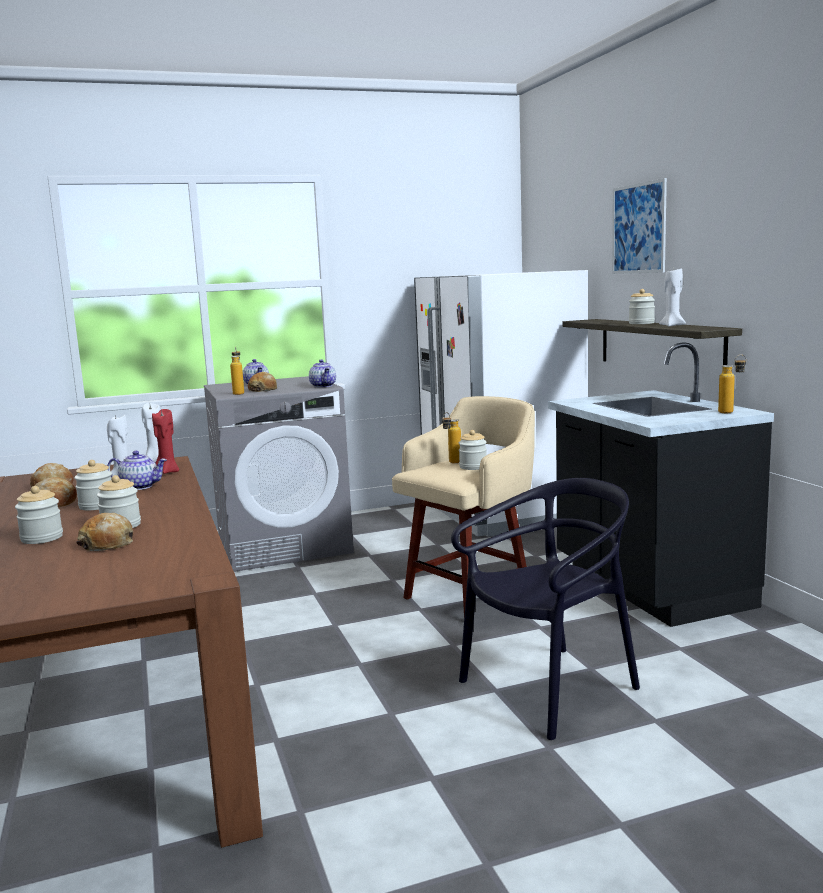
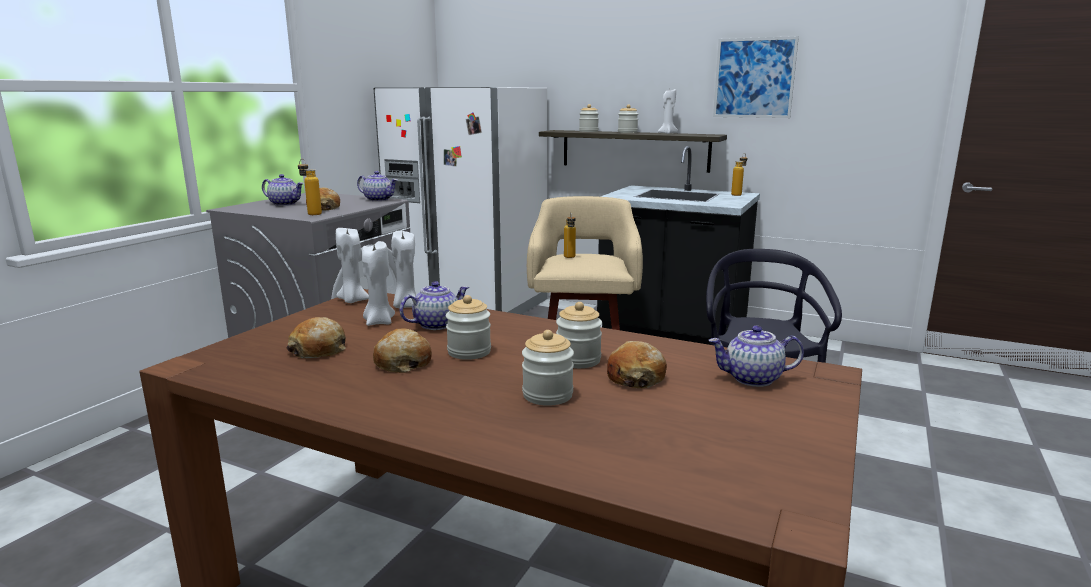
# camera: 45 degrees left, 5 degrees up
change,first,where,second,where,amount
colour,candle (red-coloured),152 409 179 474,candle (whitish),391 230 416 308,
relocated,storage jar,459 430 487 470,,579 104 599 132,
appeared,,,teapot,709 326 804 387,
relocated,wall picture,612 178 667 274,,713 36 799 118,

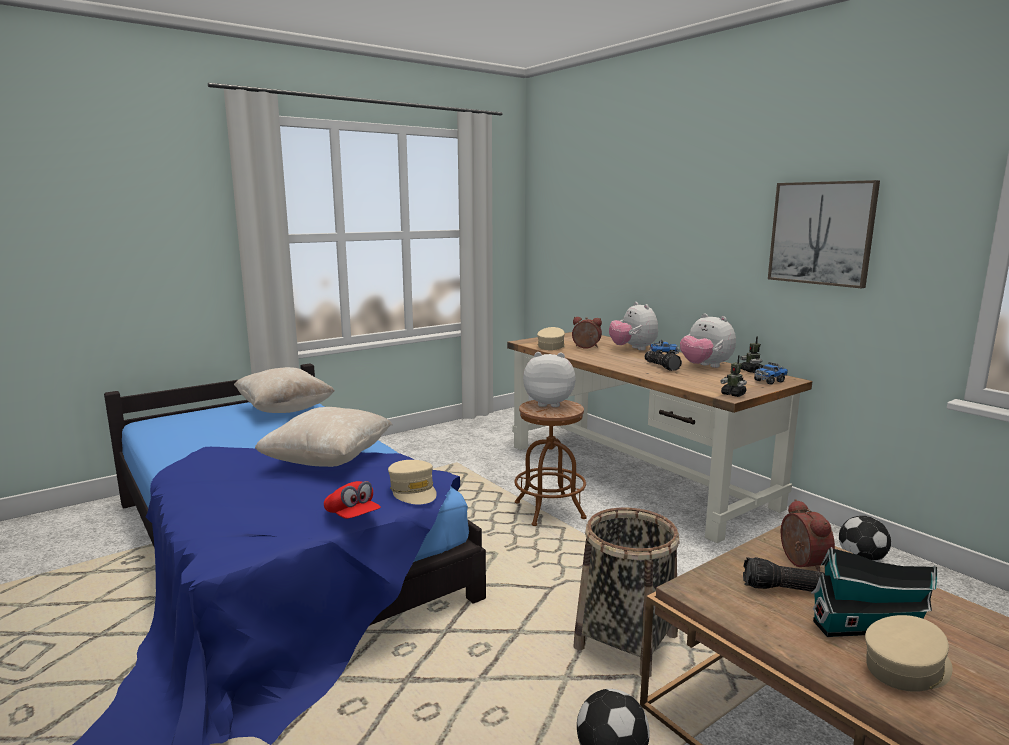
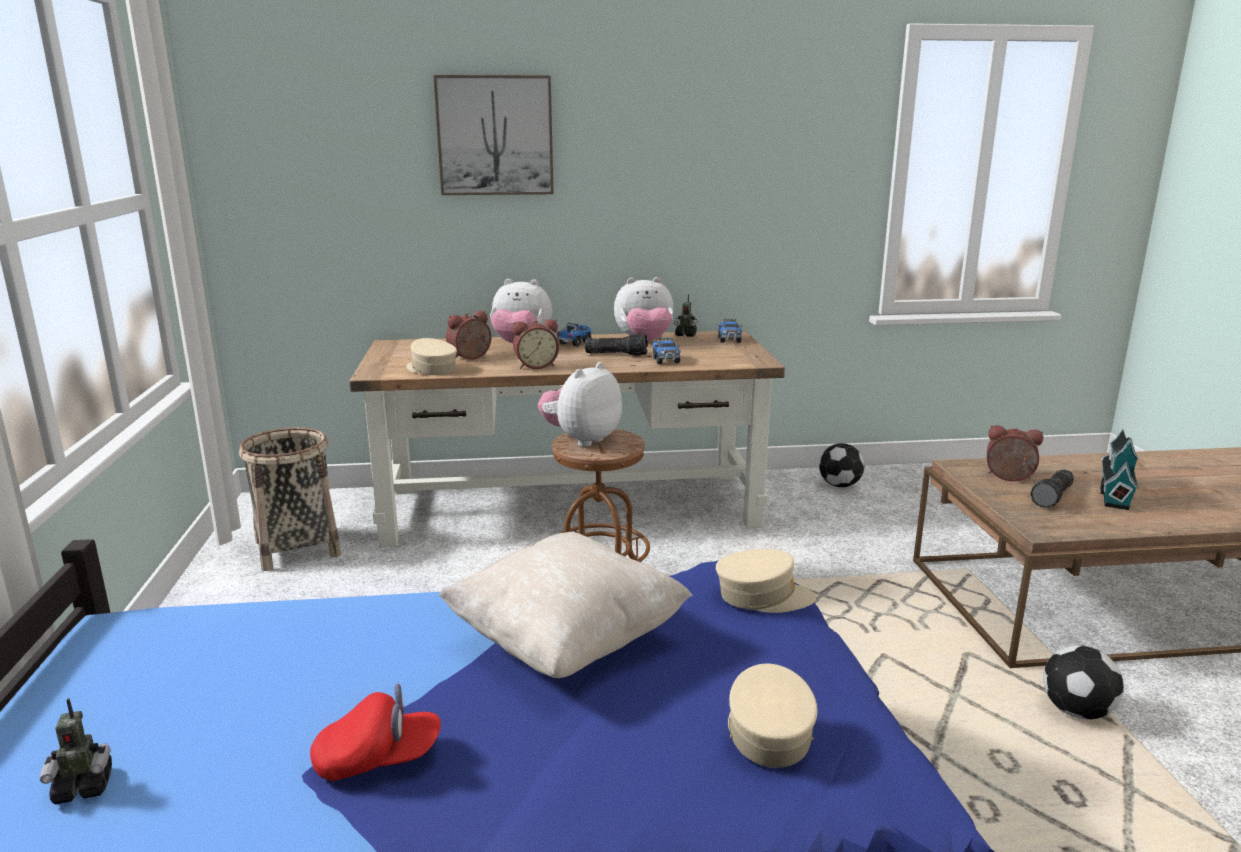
# camera: 60 degrees left, 5 degrees up
change,first,where,second,where,amount
relocated,model robot,720 355 747 397,,40 698 112 804,
relocated,storage basket,573 507 679 677,,239 427 341 571,
relocated,peaked cap (red-coloured),324 481 381 519,,310 684 441 781,
relocated,wall picture,768 180 880 288,,433 75 554 195,
appeared,,,alarm clock,513 319 559 369,
appeared,,,model truck,653 337 681 364,
relocated,peaked cap (beige-coloured),865 615 953 692,,728 664 817 768,
missing,cushion (beige-coloured),234 367 335 413,,,

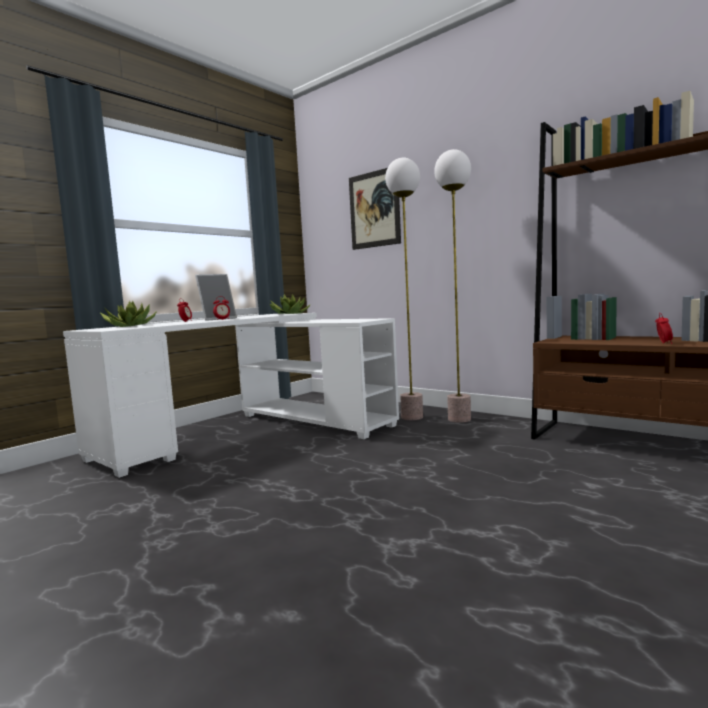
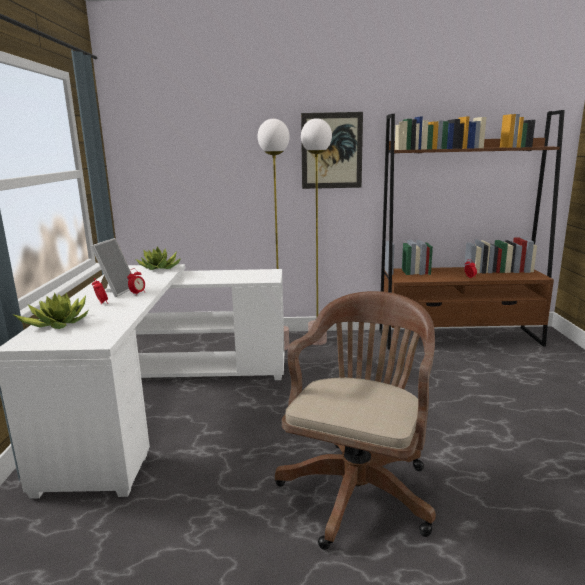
# camera: 40 degrees left, 10 degrees up
change,first,where,second,where,amount
appeared,,,desk chair (brown-coloured),275 291 436 550,
relocated,wall picture,349 168 401 250,,301 112 363 189,

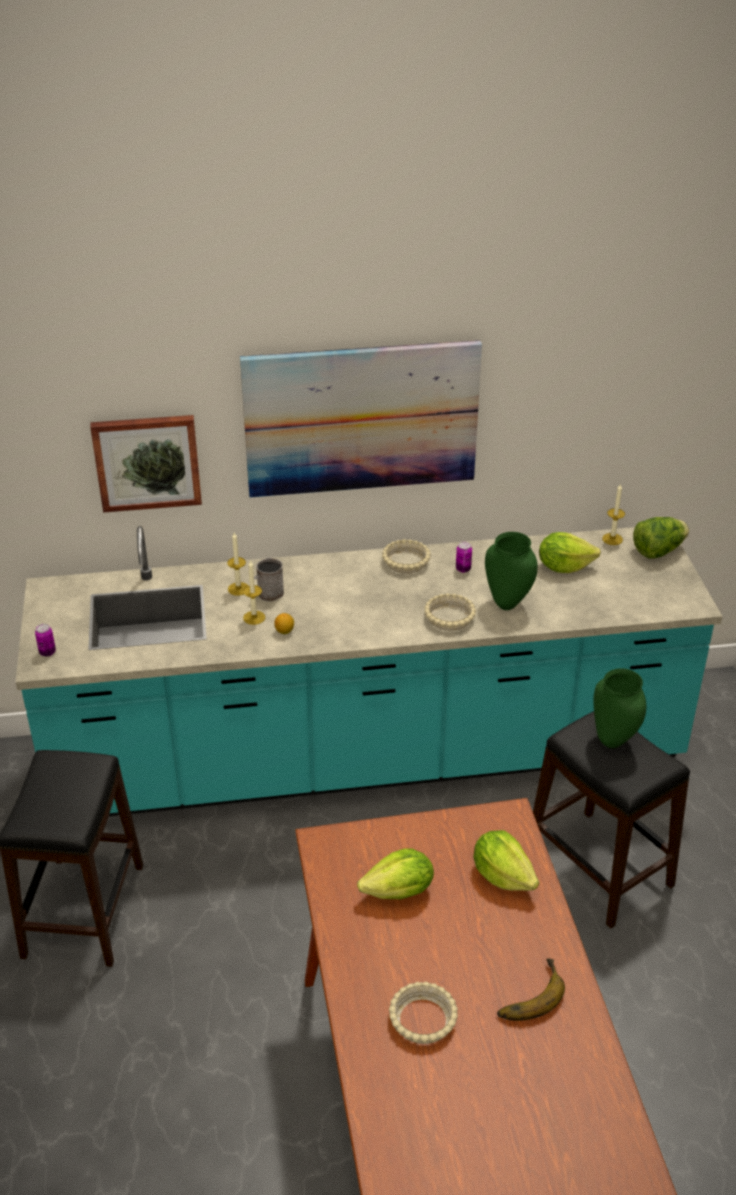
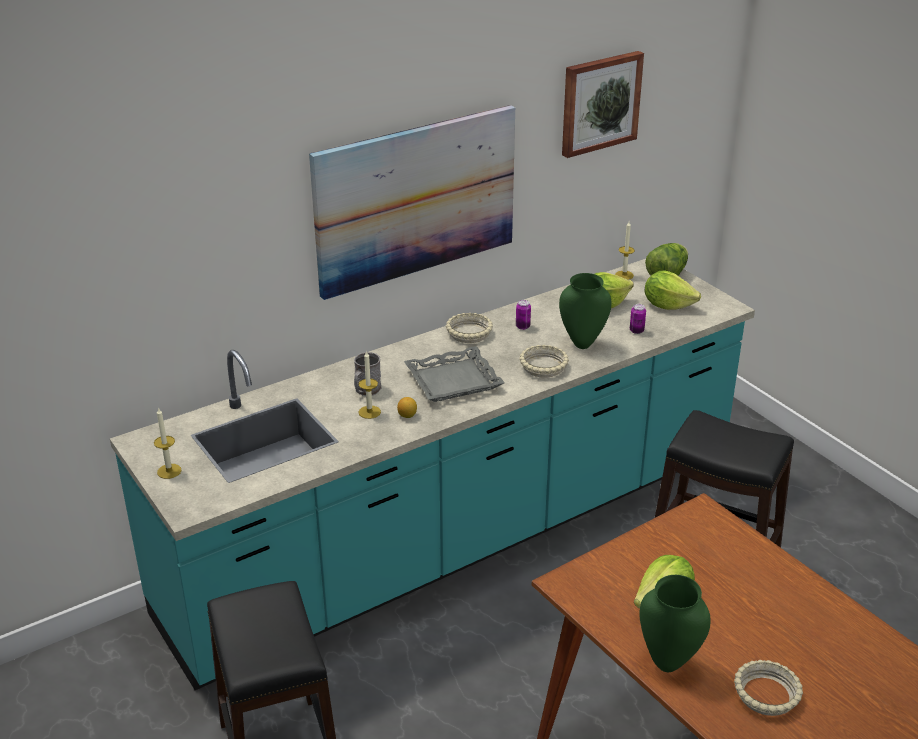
# camera: 25 degrees left, 5 degrees down
change,first,where,second,where,amount
relocated,candle,227 533 248 596,,154 407 182 479,
appeared,,,serving tray (grey),404 346 505 402,
relocated,wall picture,90 415 202 513,,562 51 644 158,
relocated,metal can,35 624 56 657,,630 304 646 334,
relocated,flower vase (green-coloured),593 668 646 748,,639 575 711 672,
relocated,lettuce,473 830 539 891,,645 271 701 310,
missing,banana,497 958 565 1021,,,

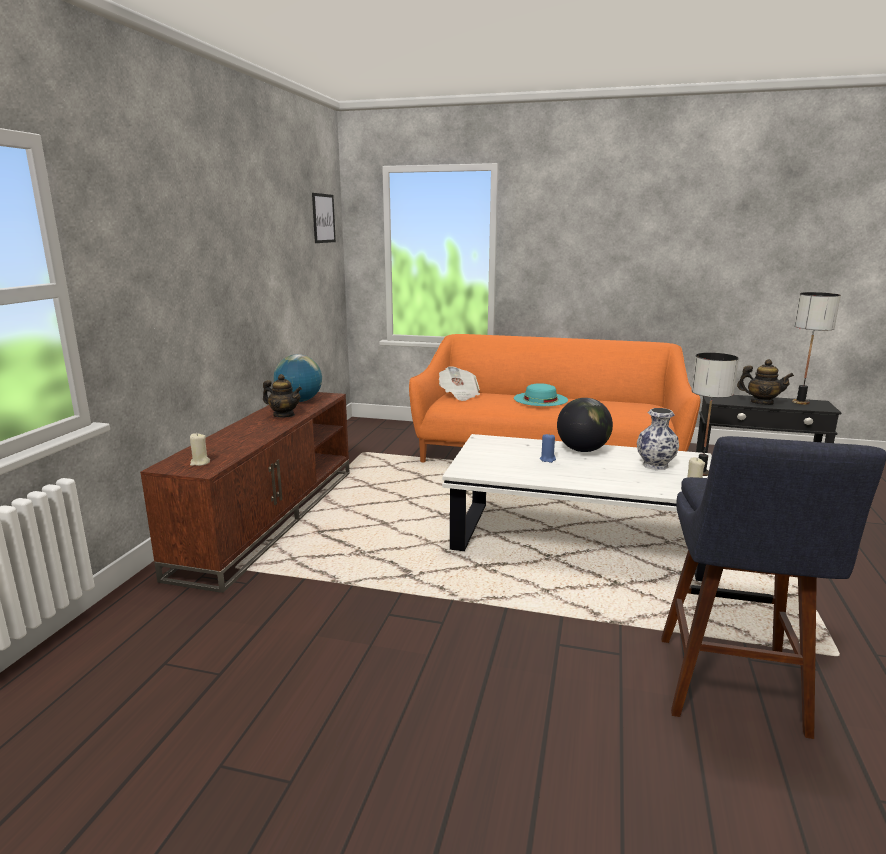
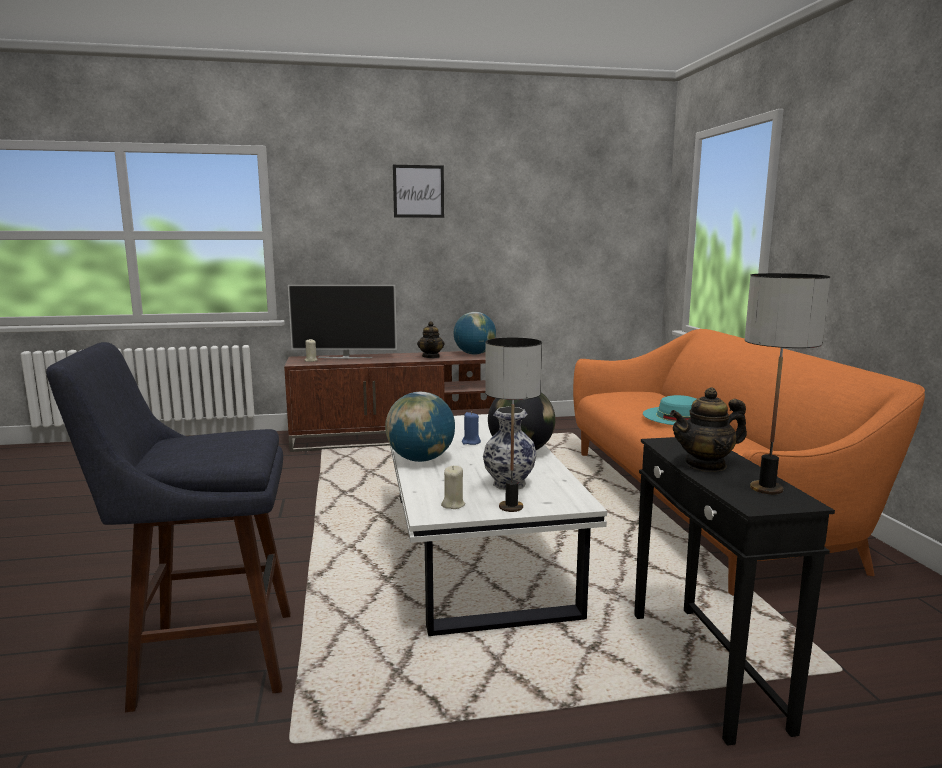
# camera: 65 degrees right, 5 degrees down
change,first,where,second,where,amount
appeared,,,TV,288 285 397 359,
appeared,,,desk globe,385 392 455 462,
relocated,wall picture,312 193 336 243,,393 165 444 218,
spun,teapot,737 359 794 405,,670 387 747 472,75 degrees clockwise
missing,newspaper,439 366 480 401,,,

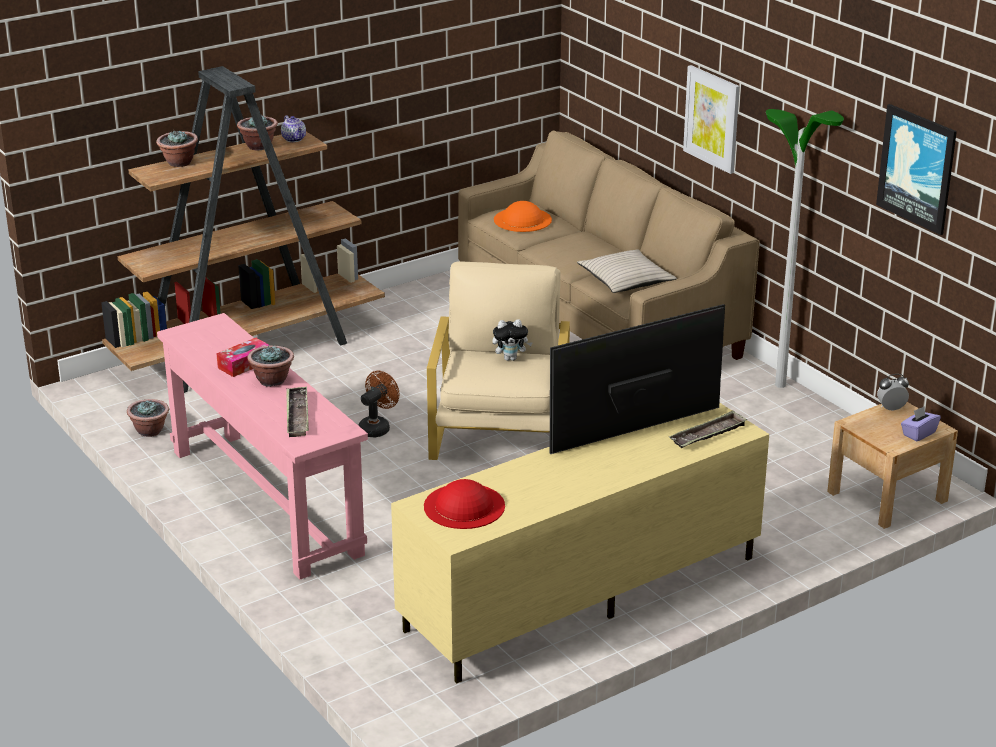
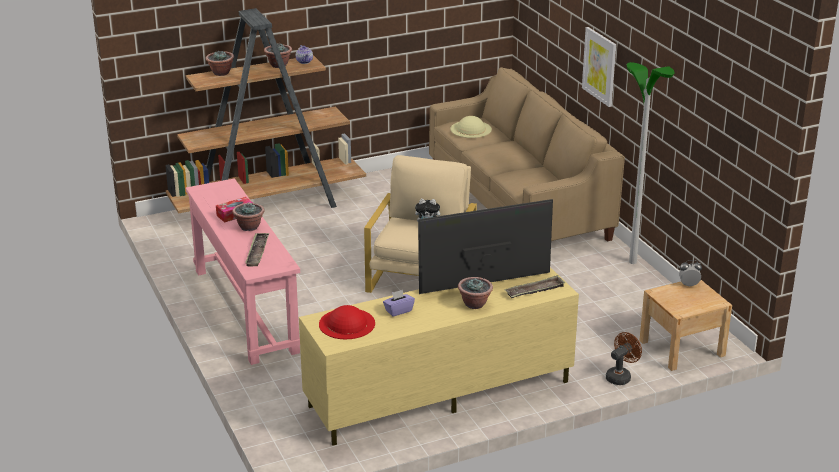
# camera: 10 degrees right, 0 degrees up
change,first,where,second,where,amount
relocated,tissue holder (purple),901 406 941 441,,383 290 415 317,
colour,wearable hat (orange),494 201 552 232,wearable hat (beige-coloured),450 116 492 138,
relocated,potted plant,127 399 169 437,,458 277 493 309,
relocated,fan (brown-coloured),358 371 399 437,,606 332 642 385,
missing,cushion (beige-coloured),577 249 677 293,,,
missing,wall picture,876 104 957 235,,,

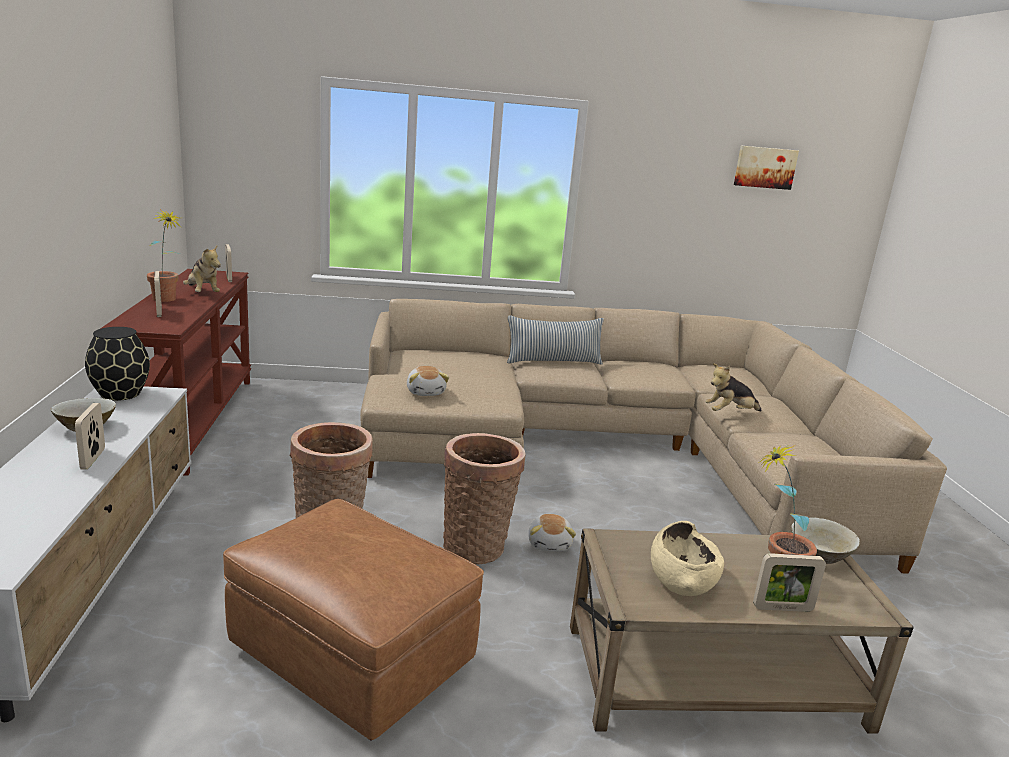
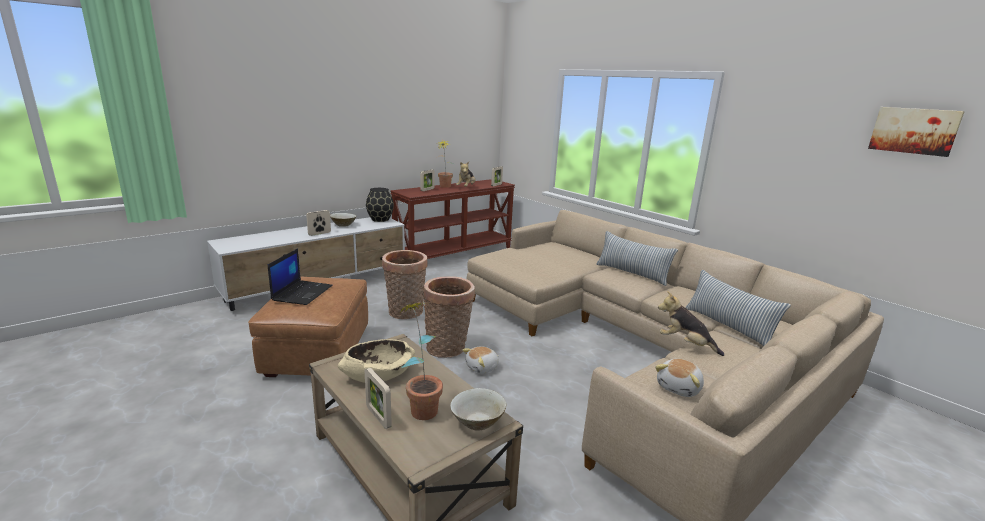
# camera: 55 degrees right, 0 degrees up
change,first,where,second,where,amount
appeared,,,portable computer,268 248 333 305,
relocated,soft toy,407 366 449 396,,655 359 704 397,
appeared,,,cushion,685 270 791 346,

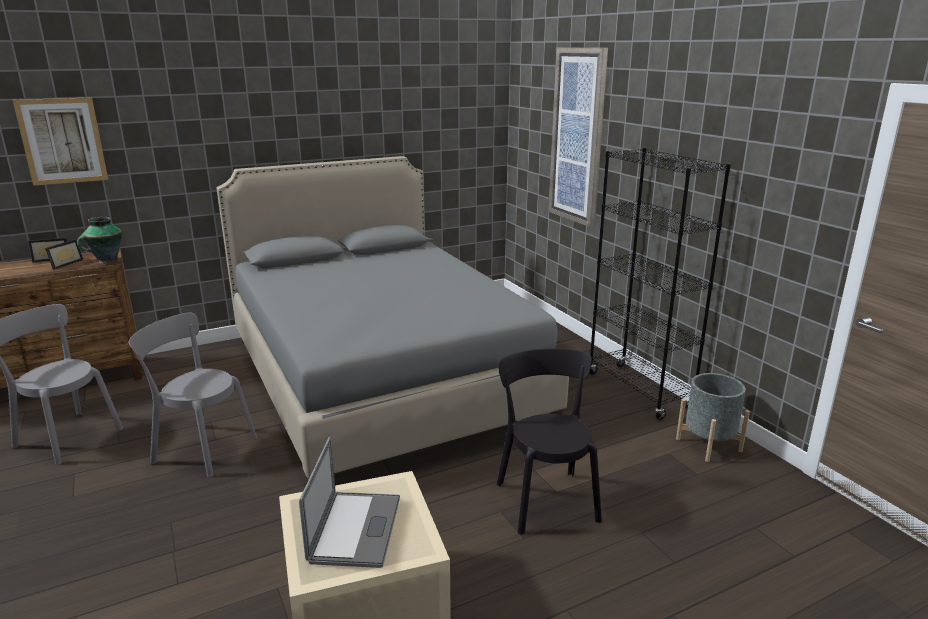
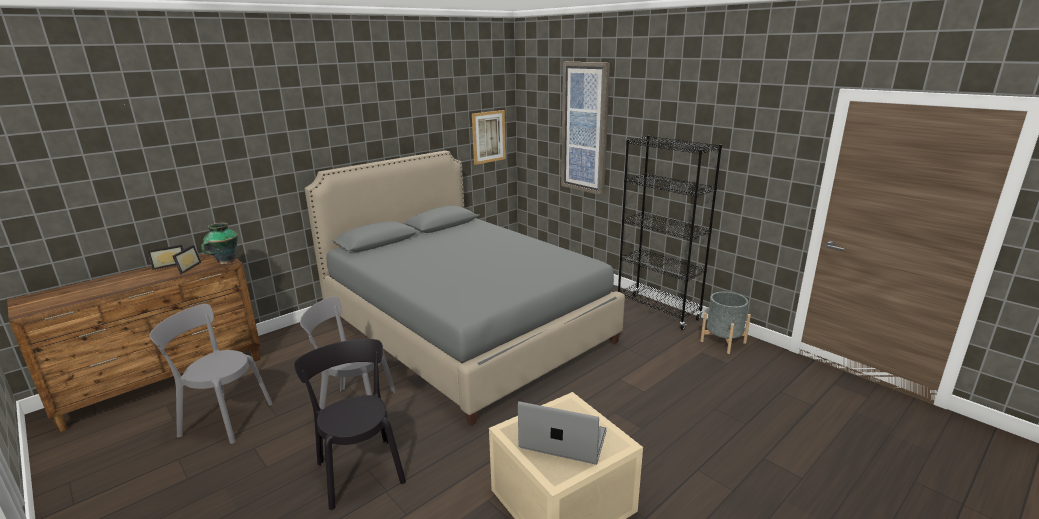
# camera: 15 degrees left, 0 degrees up
change,first,where,second,where,amount
relocated,chair (blackish),497 349 602 535,,294 339 406 510,
relocated,wall picture,13 97 108 186,,472 110 506 165,
spun,portable computer,299 437 400 568,,518 401 607 465,60 degrees counterclockwise

